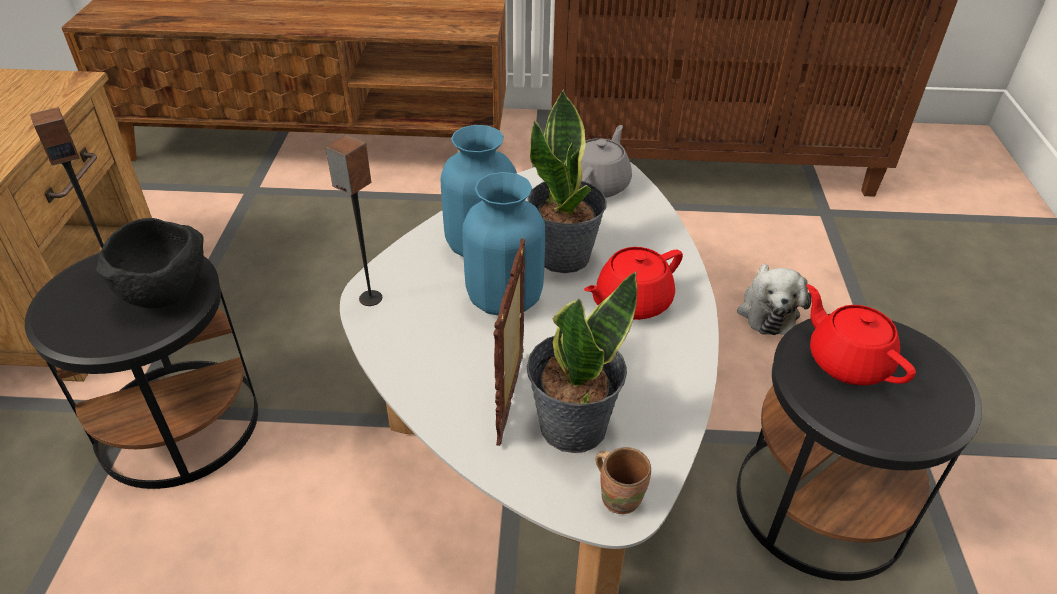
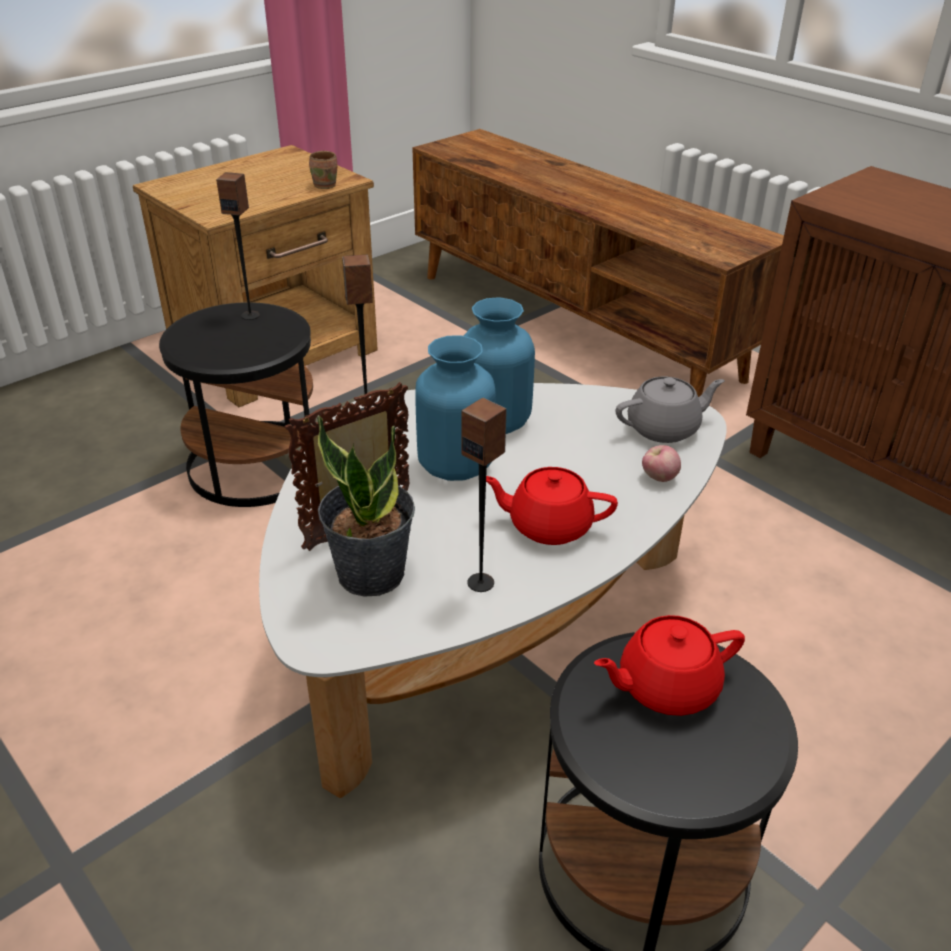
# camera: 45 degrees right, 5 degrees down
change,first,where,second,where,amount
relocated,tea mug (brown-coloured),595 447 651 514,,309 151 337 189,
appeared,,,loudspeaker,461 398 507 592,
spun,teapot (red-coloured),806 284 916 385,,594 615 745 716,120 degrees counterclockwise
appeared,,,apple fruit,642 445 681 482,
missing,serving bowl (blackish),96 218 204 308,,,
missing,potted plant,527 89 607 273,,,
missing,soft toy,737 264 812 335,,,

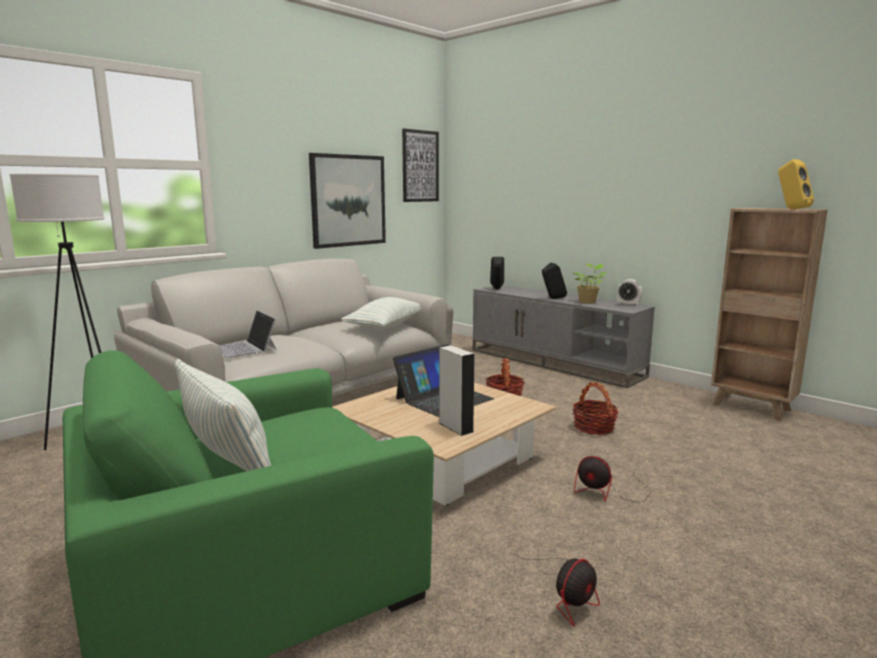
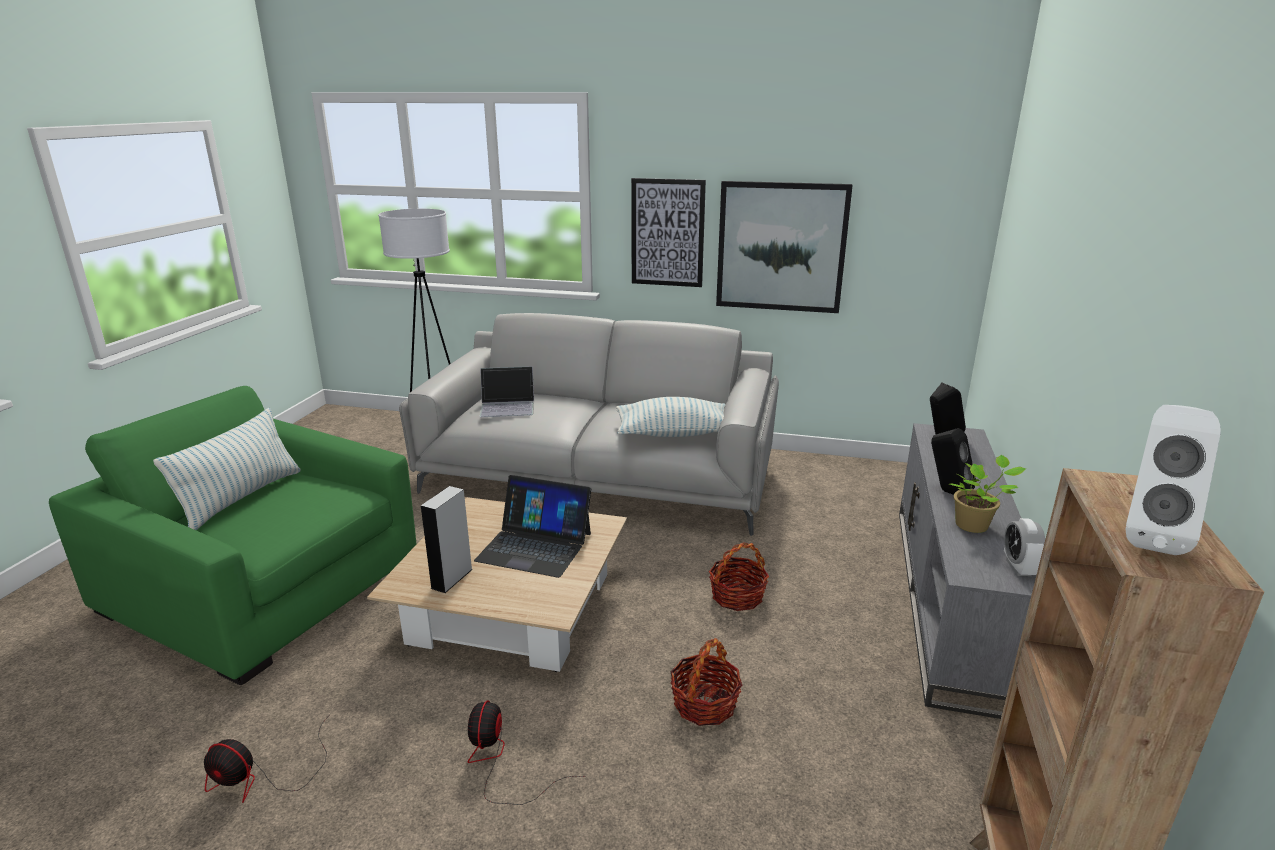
# camera: 60 degrees right, 10 degrees up
change,first,where,second,where,amount
spun,portable computer,220 310 277 358,,479 366 534 417,120 degrees counterclockwise
relocated,wall picture,402 128 439 202,,631 178 706 287,
colour,loudspeaker (yellow),778 159 814 209,loudspeaker (whitish),1125 405 1221 555,

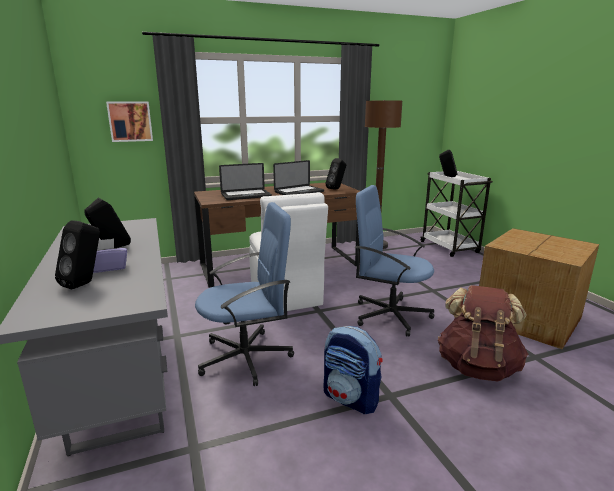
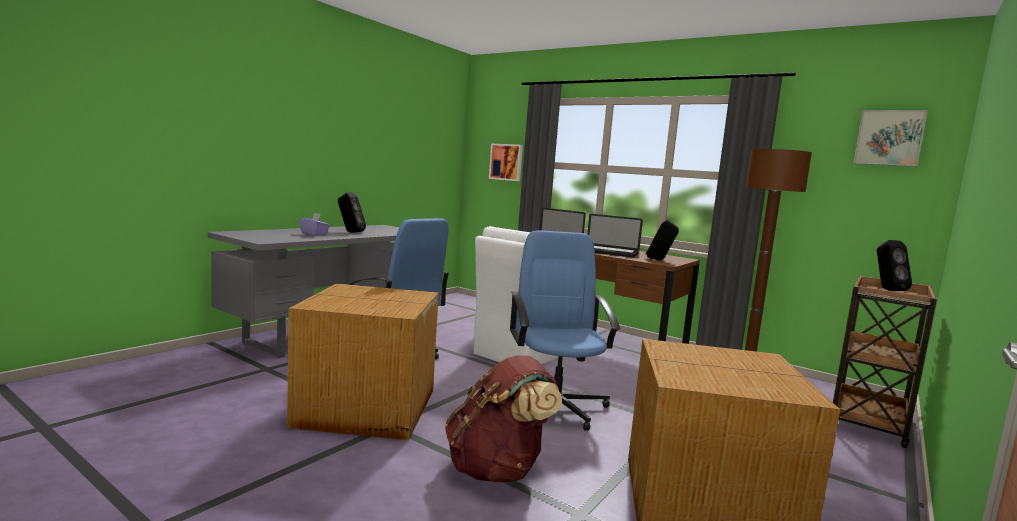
# camera: 55 degrees right, 10 degrees down
change,first,where,second,where,amount
exchanged,backpack,324 326 383 414,packing box,287 284 439 440,
colour,trolley (whitish),421 171 493 257,trolley (brown-coloured),833 275 937 448,
appeared,,,wall picture,853 110 928 166,
missing,loudspeaker (blackish),55 221 100 290,,,

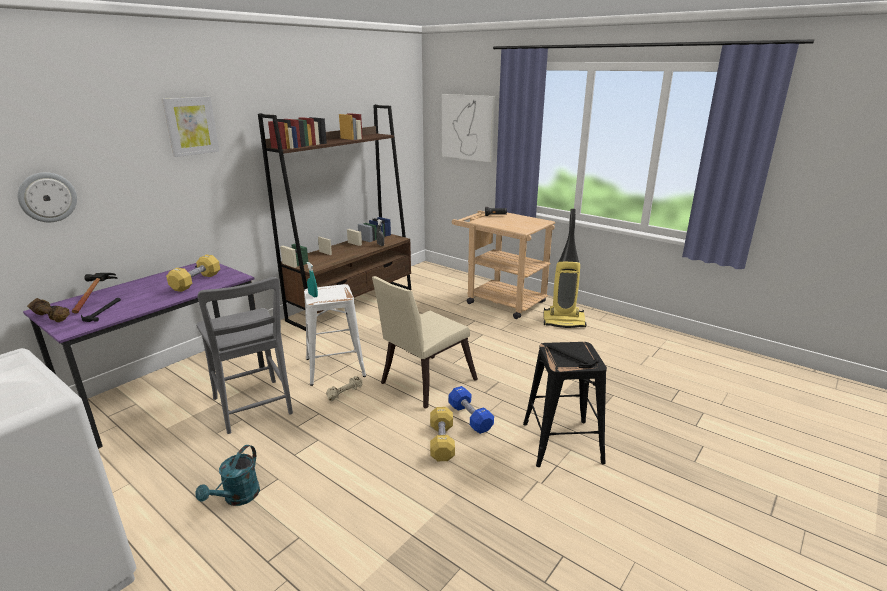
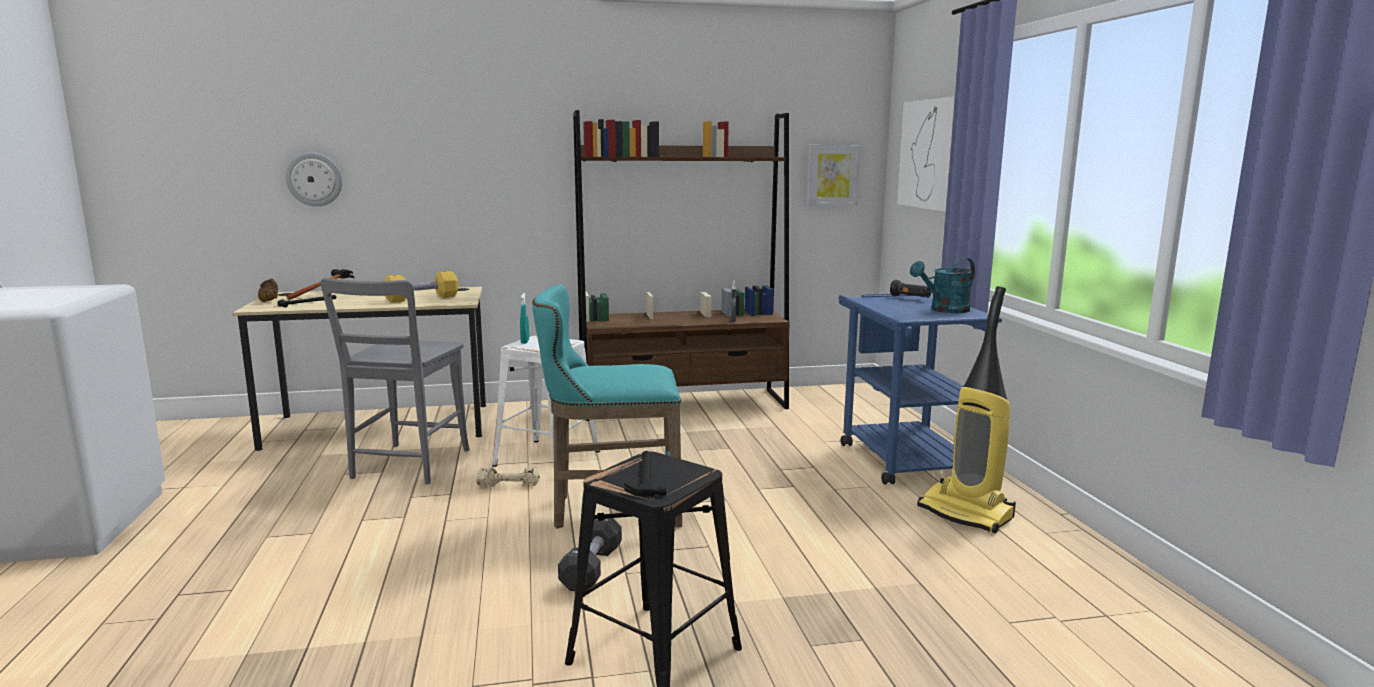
# camera: 40 degrees right, 10 degrees down
change,first,where,second,where,amount
colour,desk table (purple),23 263 265 449,desk table (beige-coloured),233 287 486 451,
exchanged,chair (beige-coloured),372 276 478 409,stool (blue-green),532 284 682 529,
colour,free weight (blue-coloured),448 386 494 434,free weight (blackish),558 518 622 592,
relocated,wall picture,162 97 219 157,,807 145 860 206,
colour,trolley (beige-coloured),452 211 555 319,trolley (blue-coloured),839 294 1002 485,
relocated,sprinkling can (blue-green),195 445 260 506,,910 258 975 313,
missing,free weight (yellow),430 407 455 461,,,

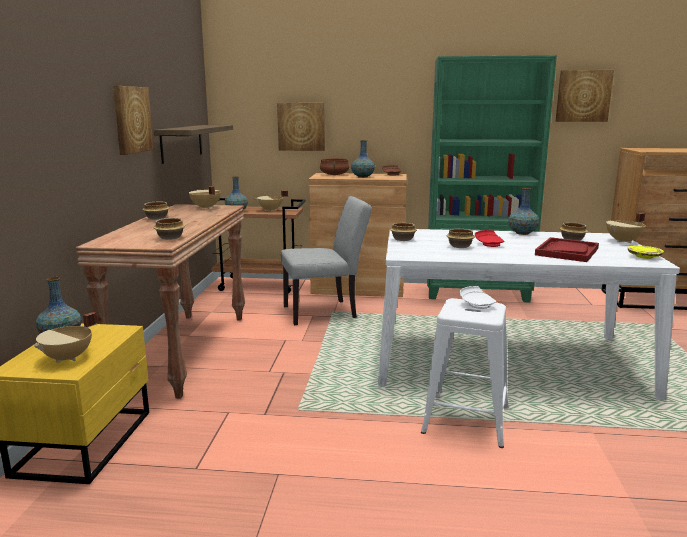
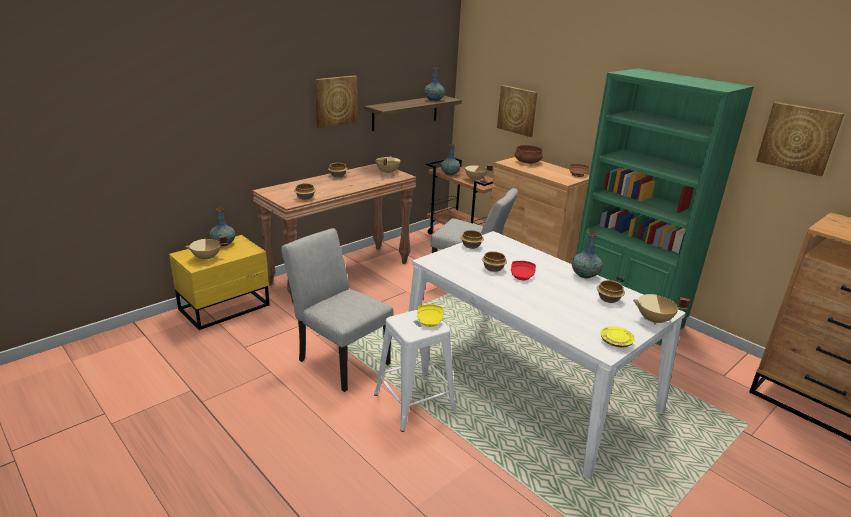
# camera: 40 degrees right, 10 degrees up
change,first,where,second,where,amount
appeared,,,chair (grey),281 228 394 392,
colour,plate (whitish),460 286 497 309,plate (yellow),417 304 443 327,
relocated,flower vase,351 140 375 178,,424 68 445 101,
missing,serving tray (red-coloured),535 237 599 262,,,

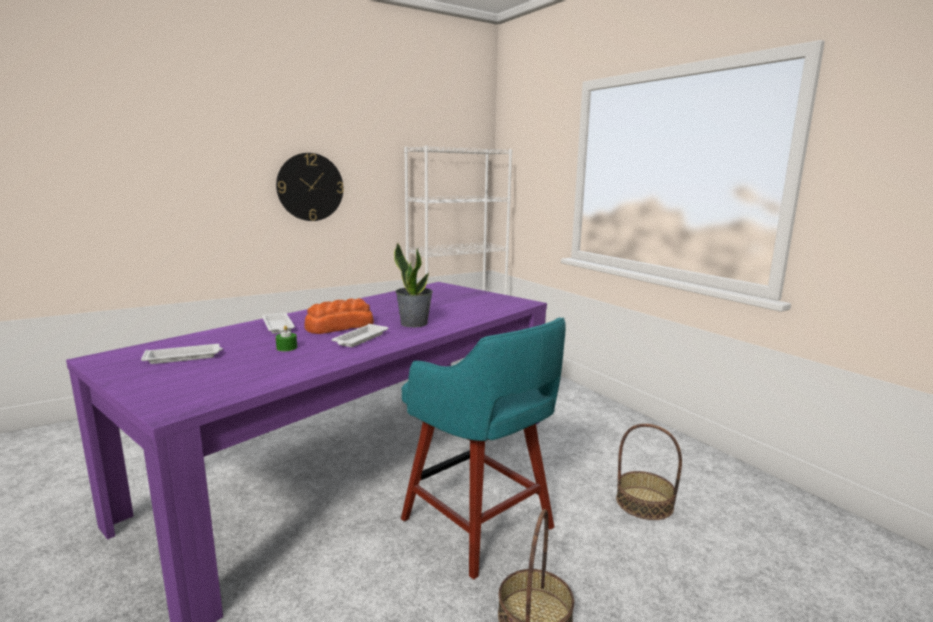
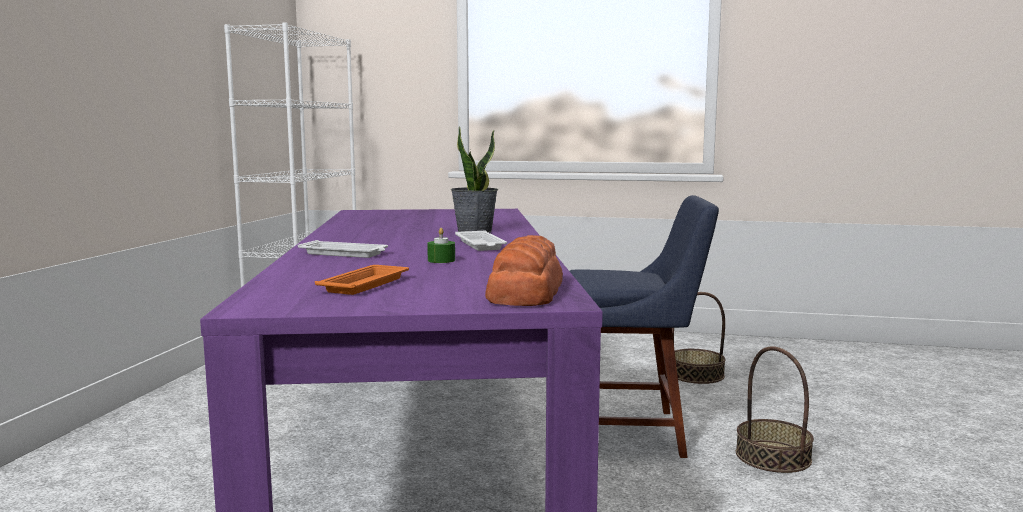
# camera: 45 degrees left, 5 degrees down
change,first,where,second,where,amount
colour,serving tray (whitish),141 344 223 364,serving tray (orange),315 265 409 295,
relocated,bread,304 298 374 334,,485 235 563 306,
exchanged,stool (blue-green),401 318 566 580,chair (blue-coloured),570 195 719 458,
missing,wall clock,276 153 344 221,,,

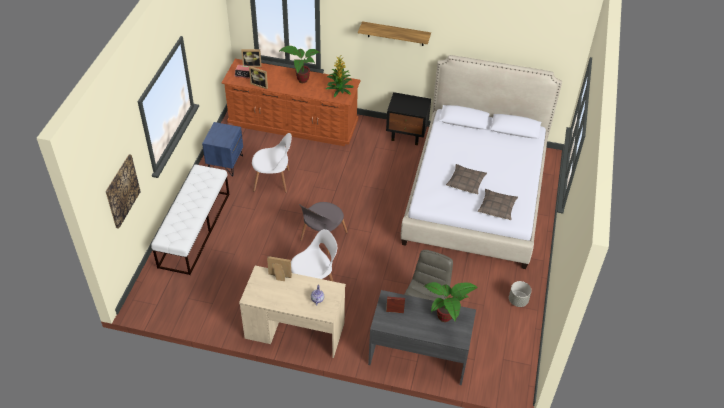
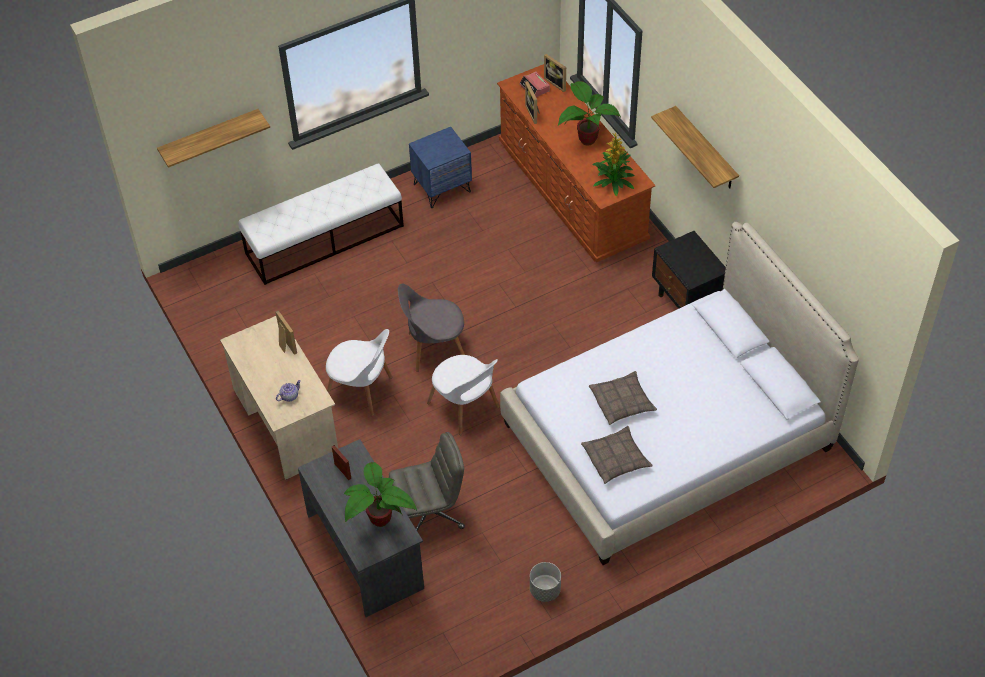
# camera: 50 degrees right, 5 degrees up
change,first,where,second,where,amount
exchanged,wall picture,105 154 141 229,bracket shelf,157 109 270 168,
relocated,chair (whitish),252 133 292 193,,427 355 500 435,

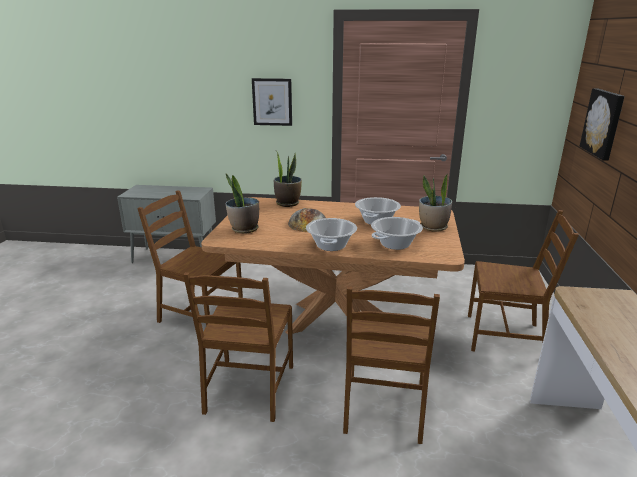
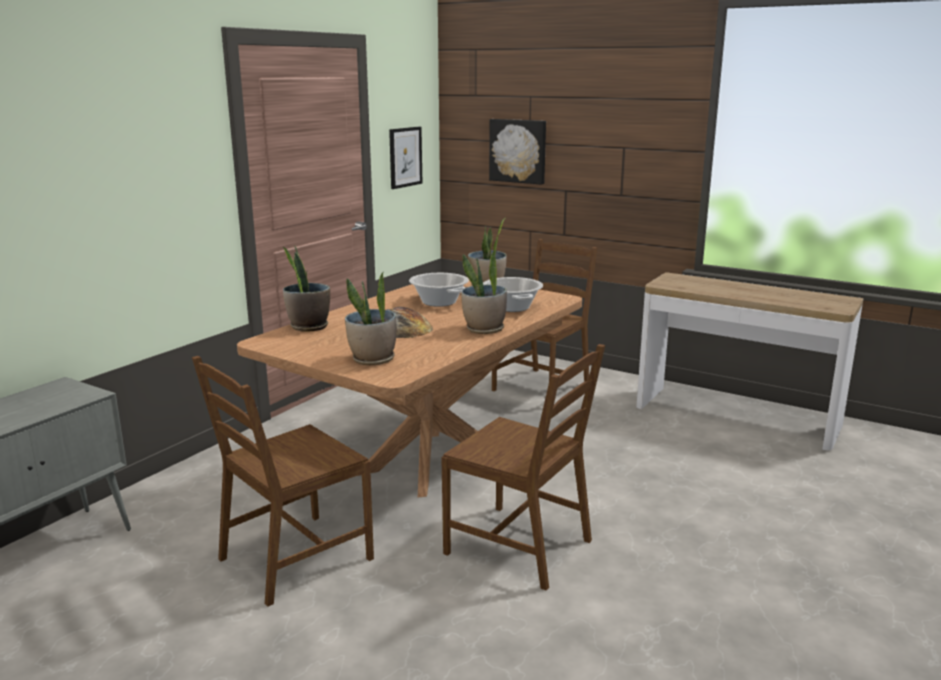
# camera: 65 degrees left, 5 degrees down
change,first,where,second,where,amount
relocated,wall picture,252 78 292 126,,389 127 422 189,
exchanged,stockpot,306 218 357 251,potted plant,461 250 507 334,
missing,chair (brown-coloured),343 286 440 444,,,

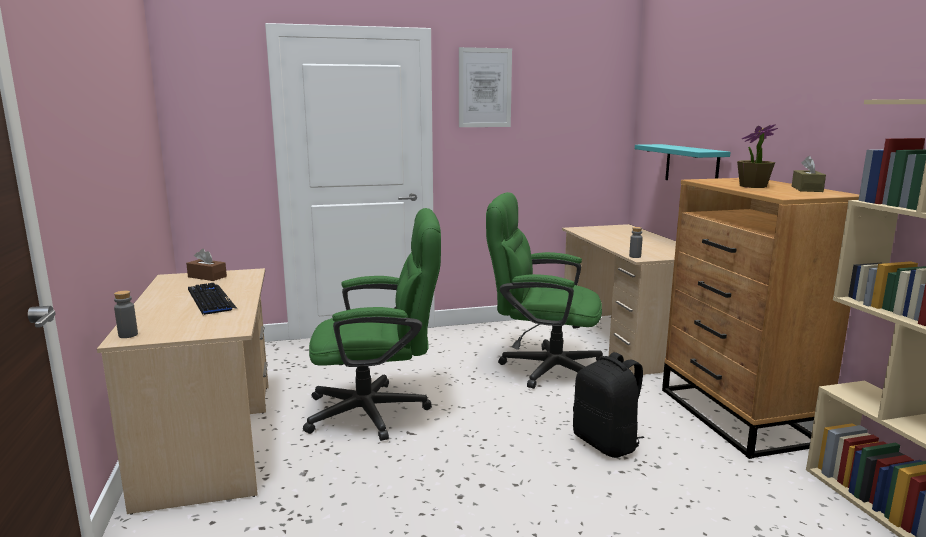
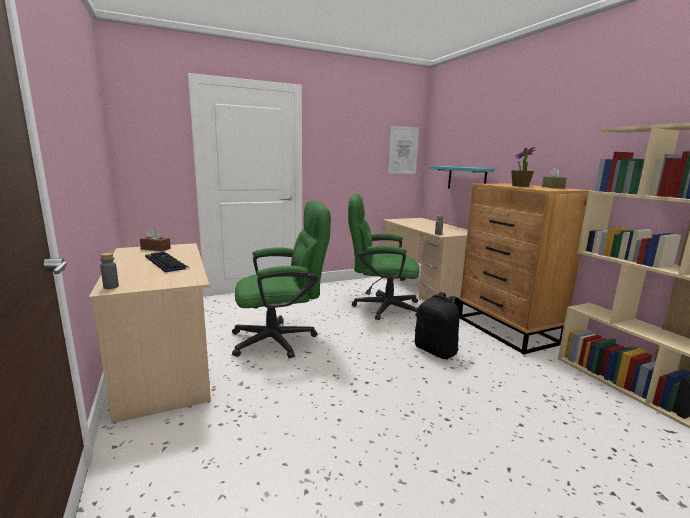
# camera: 10 degrees left, 0 degrees up
change,first,where,second,where,amount
relocated,wall picture,459 47 512 127,,388 126 419 174,

